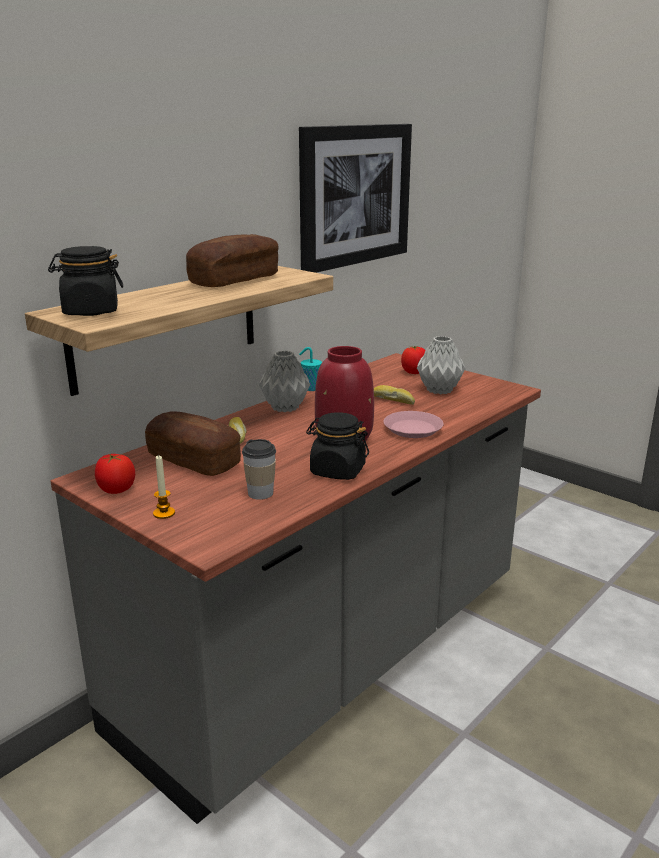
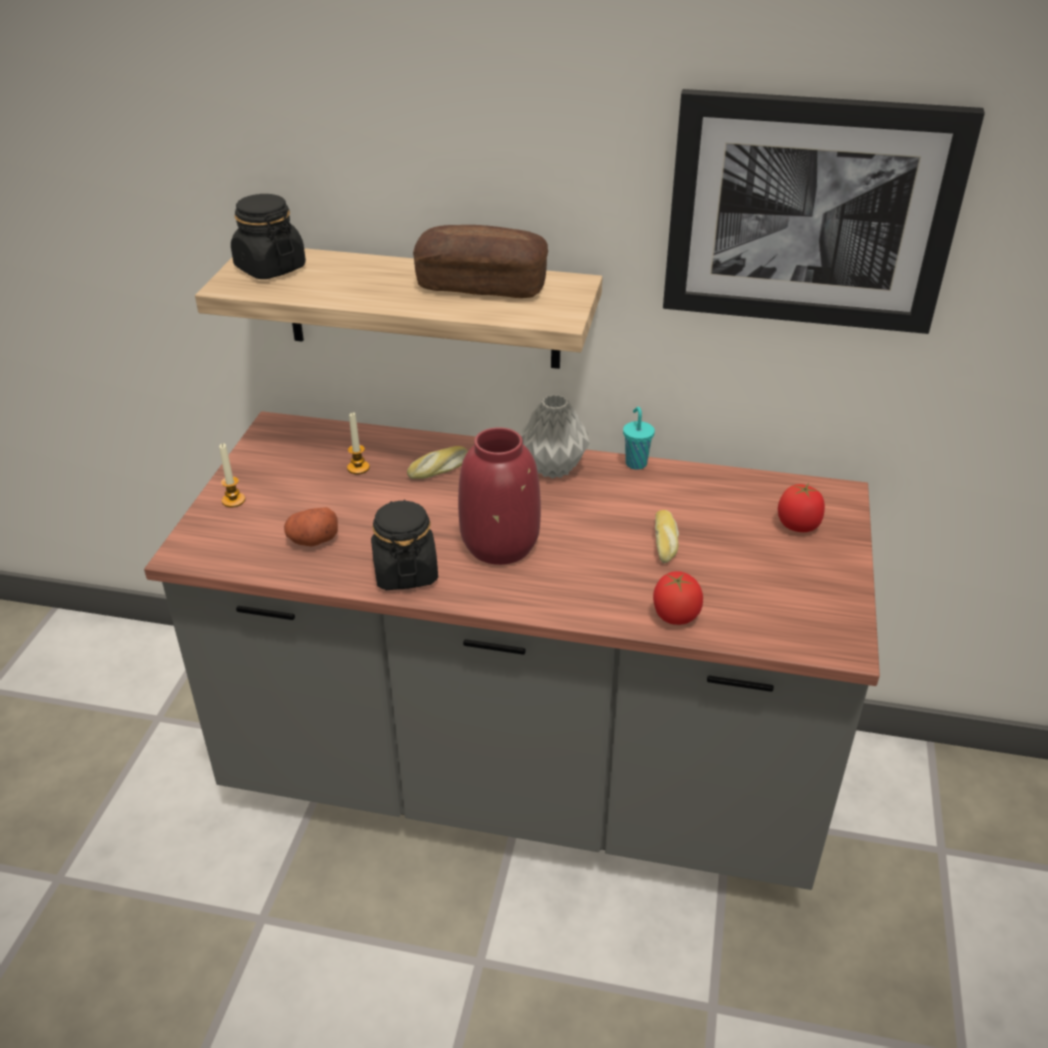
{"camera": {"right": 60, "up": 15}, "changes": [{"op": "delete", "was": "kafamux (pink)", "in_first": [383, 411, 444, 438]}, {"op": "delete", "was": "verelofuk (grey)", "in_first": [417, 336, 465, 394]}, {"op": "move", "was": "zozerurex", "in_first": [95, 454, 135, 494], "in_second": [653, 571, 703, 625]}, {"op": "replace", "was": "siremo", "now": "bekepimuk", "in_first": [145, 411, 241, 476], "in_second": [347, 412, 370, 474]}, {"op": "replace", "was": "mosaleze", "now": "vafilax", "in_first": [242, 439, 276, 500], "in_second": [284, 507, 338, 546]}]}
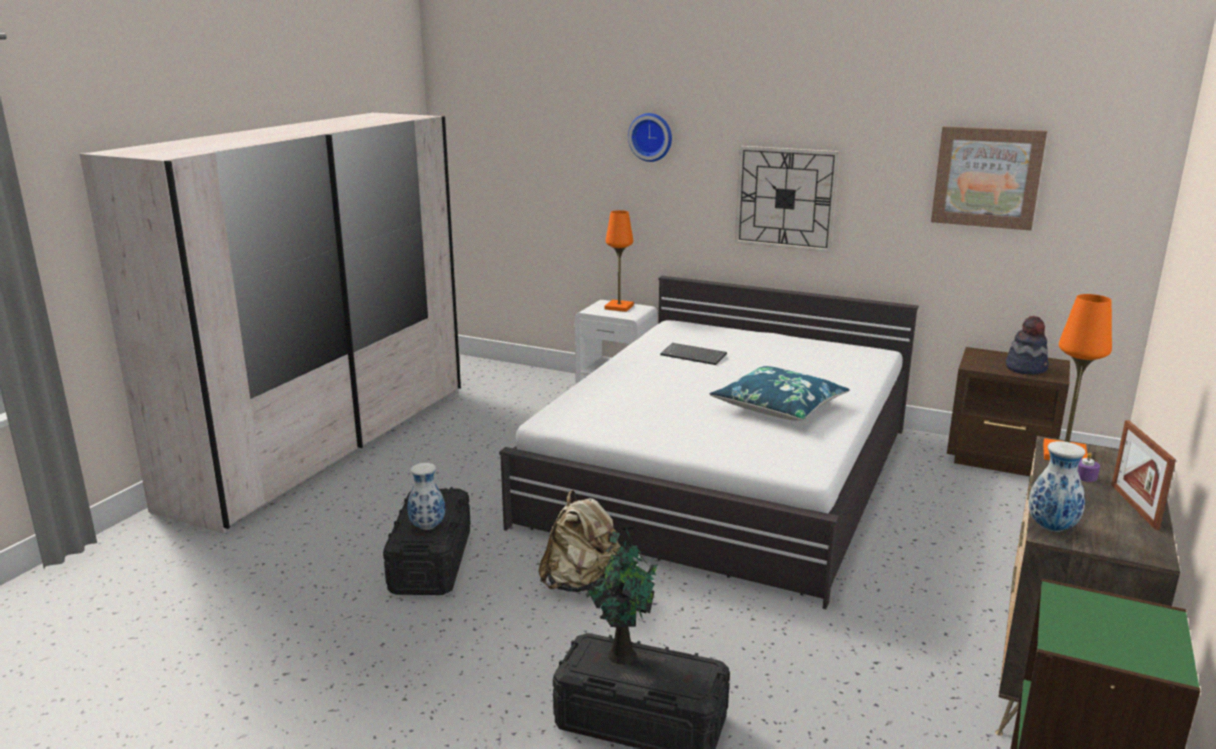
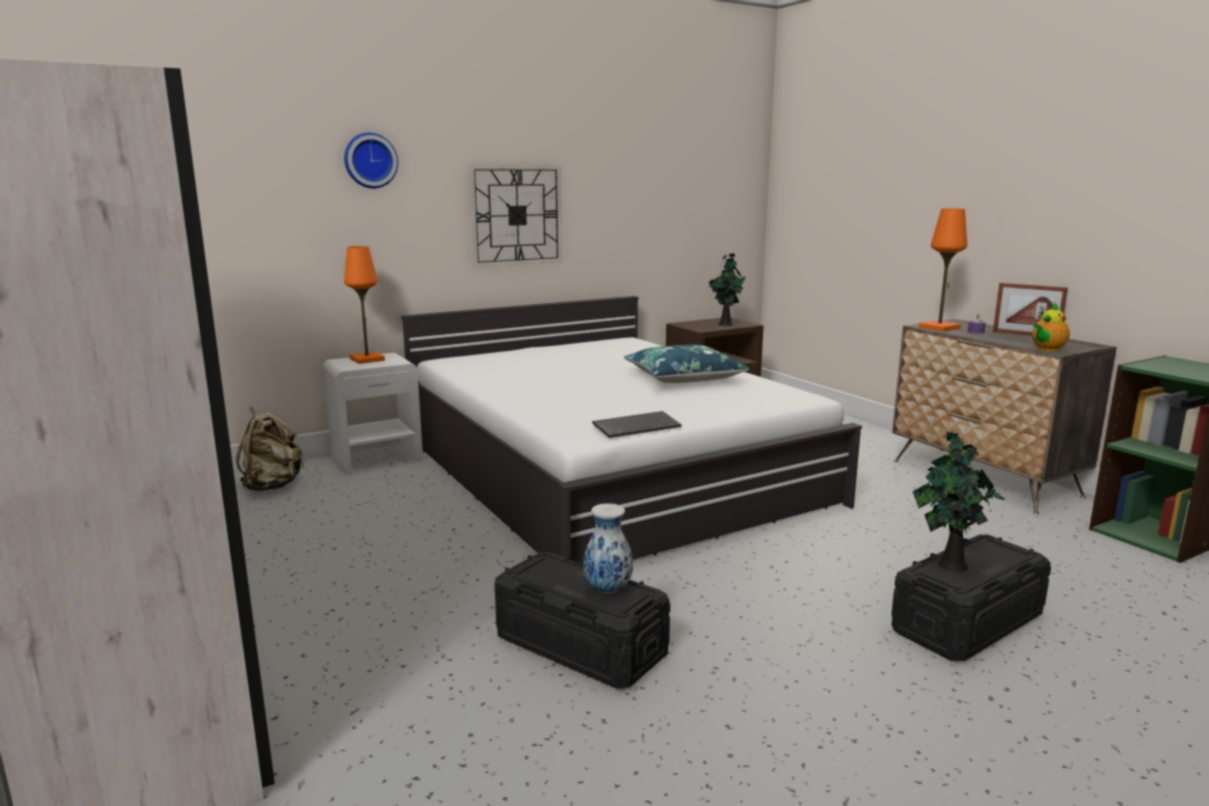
{"camera": {"right": -55, "up": -5}, "changes": [{"op": "delete", "was": "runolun", "in_first": [931, 126, 1047, 230]}, {"op": "move", "was": "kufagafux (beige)", "in_first": [538, 490, 621, 592], "in_second": [236, 407, 304, 491]}, {"op": "move", "was": "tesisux", "in_first": [660, 343, 727, 365], "in_second": [592, 411, 682, 438]}, {"op": "replace", "was": "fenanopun", "now": "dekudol", "in_first": [1006, 316, 1048, 375], "in_second": [708, 253, 746, 326]}, {"op": "replace", "was": "verelofuk", "now": "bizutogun", "in_first": [1028, 441, 1085, 532], "in_second": [1032, 303, 1070, 351]}]}
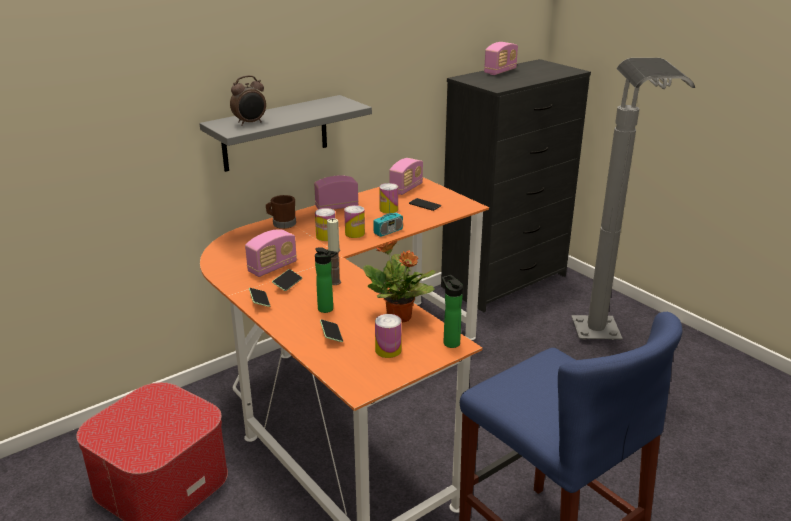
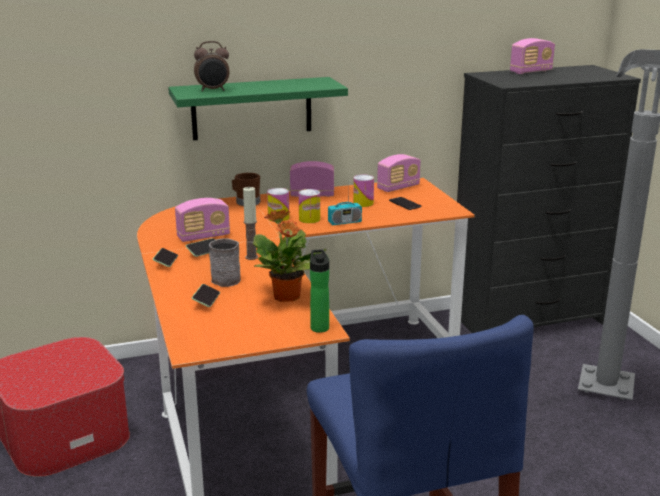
{"camera": {"right": 20, "up": -5}, "changes": [{"op": "delete", "was": "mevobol", "in_first": [375, 314, 402, 358]}, {"op": "replace", "was": "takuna", "now": "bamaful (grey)", "in_first": [315, 247, 337, 313], "in_second": [209, 238, 241, 287]}, {"op": "recolor", "was": "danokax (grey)", "now": "danokax (green)", "in_first": [199, 95, 372, 172], "in_second": [168, 77, 348, 140]}]}
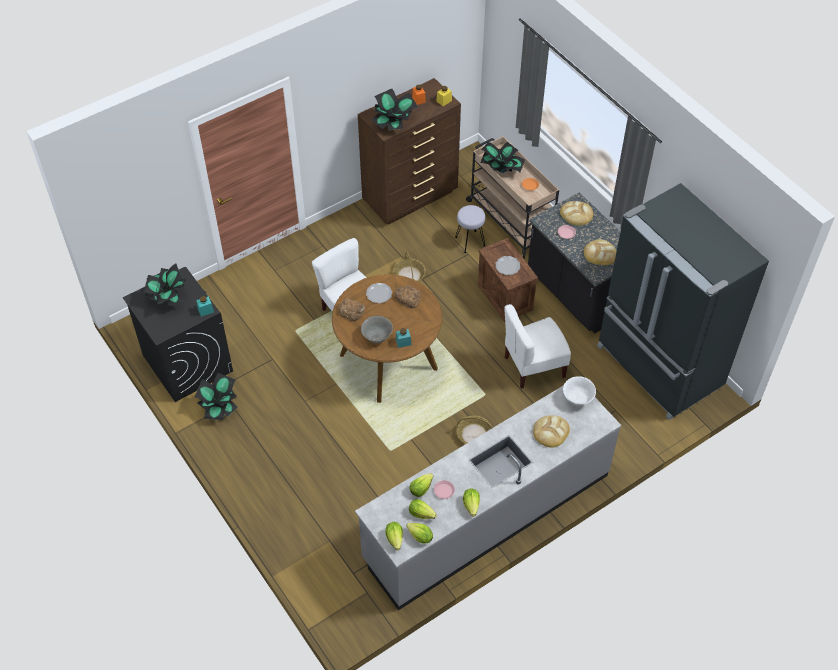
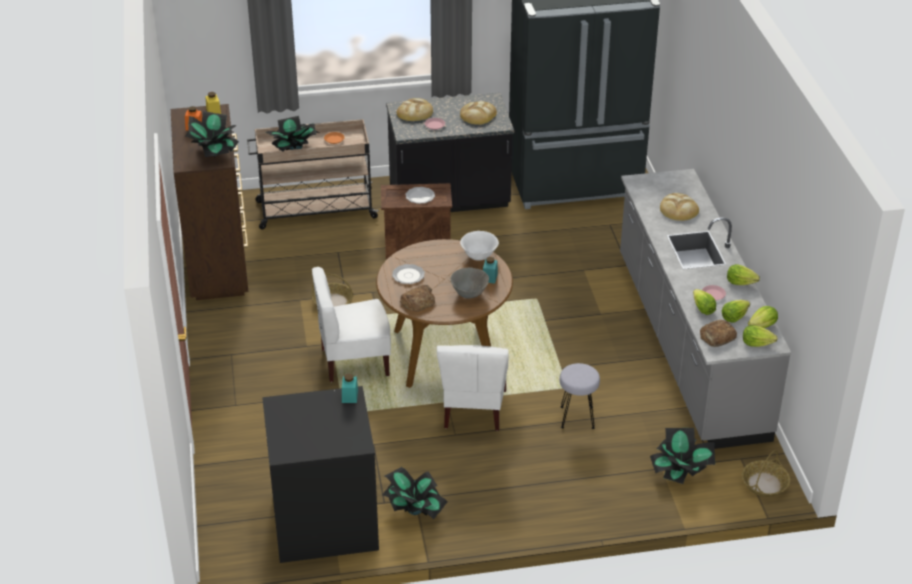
{"camera": {"right": -65, "up": -15}, "changes": [{"op": "move", "was": "dekudol", "in_first": [144, 263, 186, 306], "in_second": [650, 428, 715, 484]}, {"op": "move", "was": "siremo", "in_first": [395, 285, 421, 308], "in_second": [700, 320, 737, 347]}, {"op": "move", "was": "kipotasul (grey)", "in_first": [455, 205, 486, 253], "in_second": [560, 363, 600, 429]}, {"op": "move", "was": "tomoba", "in_first": [456, 415, 492, 444], "in_second": [742, 450, 790, 497]}, {"op": "move", "was": "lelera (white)", "in_first": [504, 304, 571, 389], "in_second": [437, 345, 509, 431]}, {"op": "move", "was": "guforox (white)", "in_first": [563, 376, 596, 405], "in_second": [460, 231, 499, 261]}]}
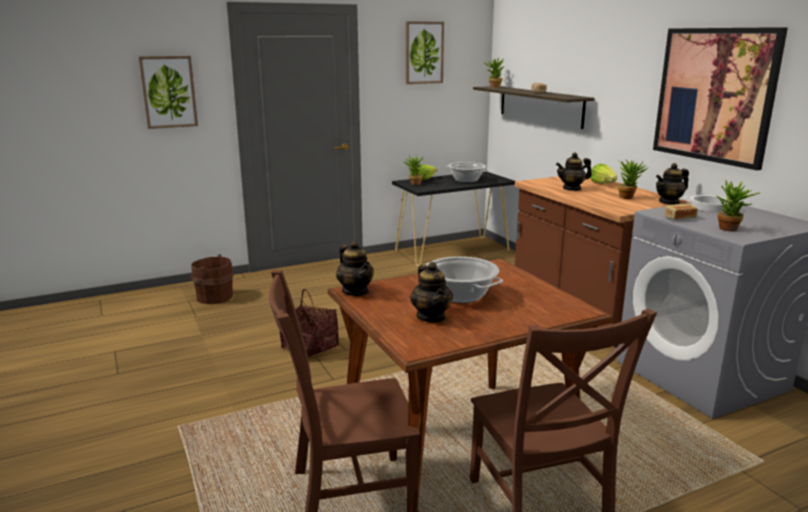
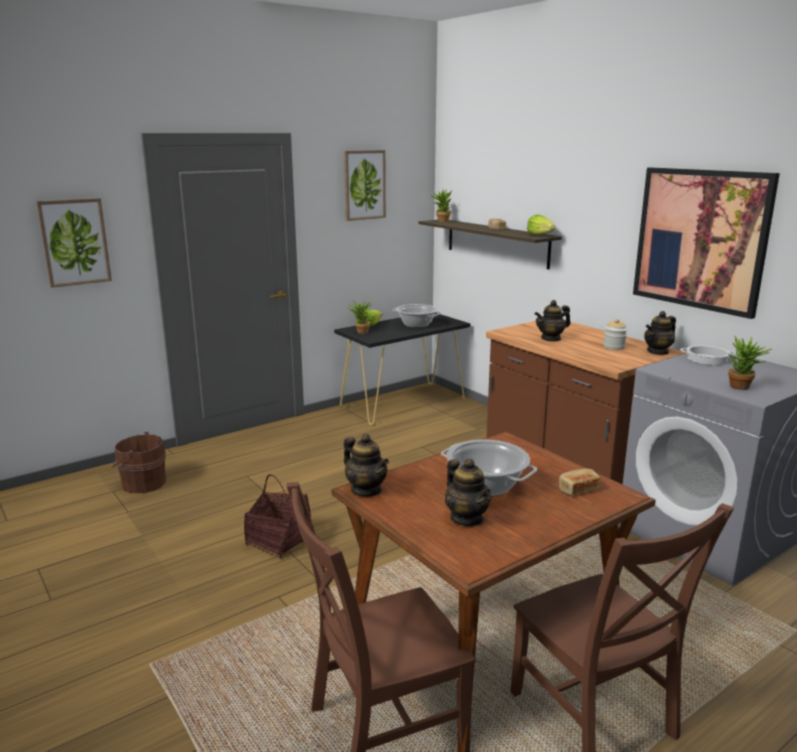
{"camera": {"right": -10, "up": 0}, "changes": [{"op": "move", "was": "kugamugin", "in_first": [591, 164, 617, 184], "in_second": [527, 214, 555, 235]}, {"op": "move", "was": "siremo", "in_first": [665, 204, 698, 220], "in_second": [559, 468, 600, 495]}, {"op": "replace", "was": "dekudol", "now": "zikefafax", "in_first": [618, 159, 648, 199], "in_second": [603, 319, 627, 350]}]}
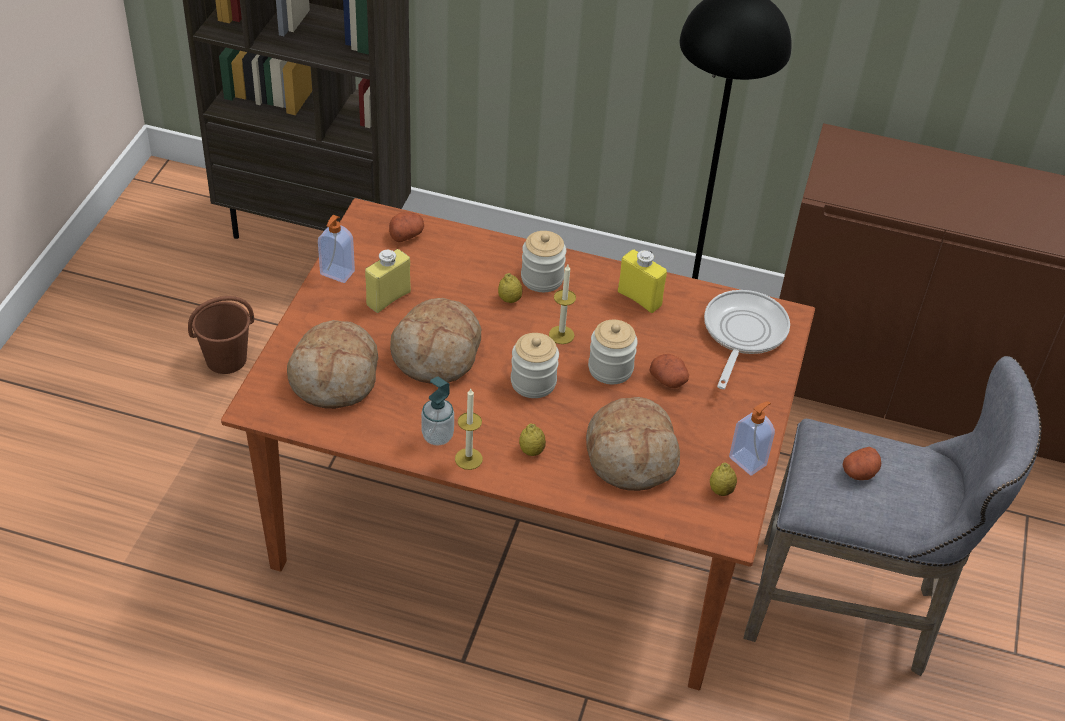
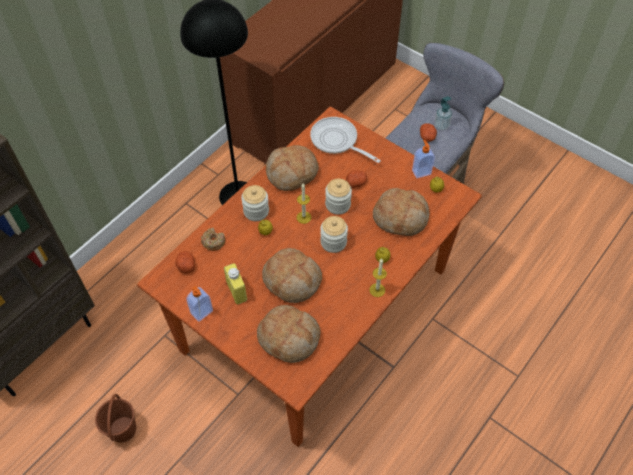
{"camera": {"right": -65, "up": 10}, "changes": [{"op": "insert", "now": "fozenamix", "in_second": [201, 228, 225, 251]}, {"op": "move", "was": "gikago", "in_first": [421, 377, 454, 446], "in_second": [435, 96, 452, 130]}, {"op": "replace", "was": "takuna (yellow)", "now": "siremo", "in_first": [618, 250, 667, 313], "in_second": [266, 145, 319, 191]}]}
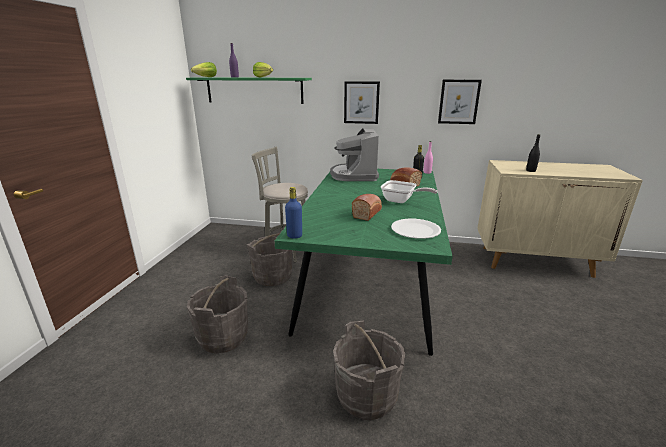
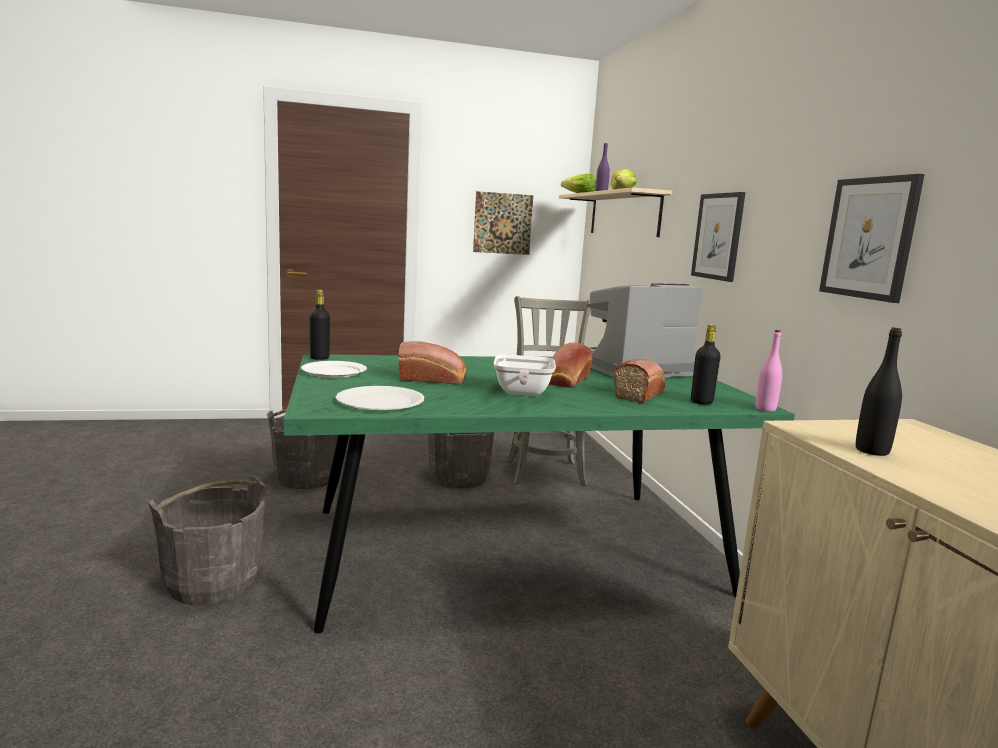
{"camera": {"right": 65, "up": -10}, "changes": [{"op": "insert", "now": "kafamux (white)", "in_second": [301, 361, 367, 378]}, {"op": "insert", "now": "runolun", "in_second": [473, 191, 533, 255]}, {"op": "insert", "now": "siremo", "in_second": [549, 342, 593, 388]}, {"op": "recolor", "was": "danokax (green)", "now": "danokax (beige)", "in_first": [186, 77, 312, 104], "in_second": [559, 187, 672, 237]}, {"op": "recolor", "was": "takuna (blue)", "now": "takuna (black)", "in_first": [285, 187, 302, 239], "in_second": [309, 290, 330, 360]}]}
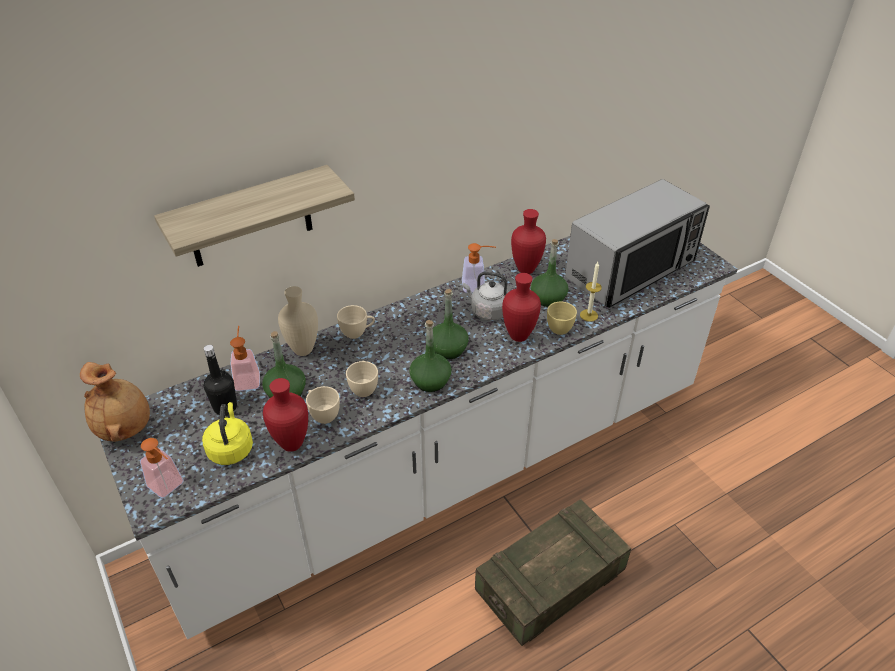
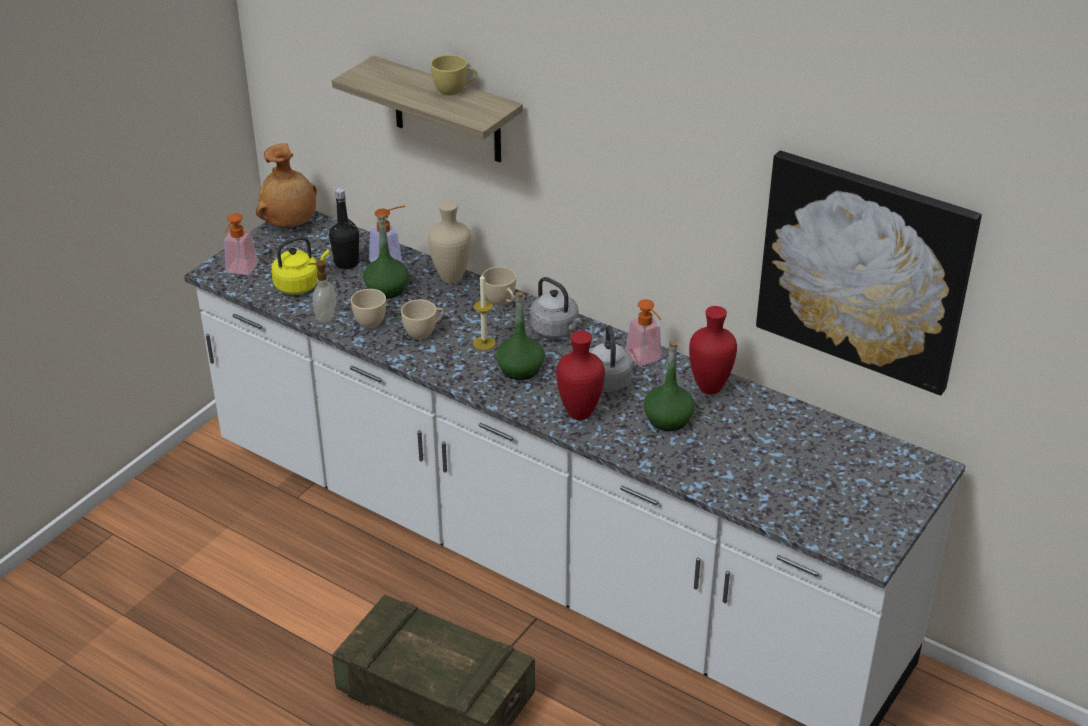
{"camera": {"right": 65, "up": -5}, "changes": [{"op": "delete", "was": "takuna (green)", "in_first": [409, 320, 452, 392]}, {"op": "delete", "was": "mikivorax", "in_first": [565, 179, 710, 308]}, {"op": "insert", "now": "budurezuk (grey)", "in_second": [530, 277, 583, 338]}, {"op": "insert", "now": "runolun", "in_second": [756, 151, 982, 395]}, {"op": "move", "was": "mosaleze (yellow)", "in_first": [547, 302, 577, 335], "in_second": [430, 55, 477, 96]}, {"op": "move", "was": "bekepimuk", "in_first": [580, 262, 602, 322], "in_second": [473, 274, 496, 350]}, {"op": "replace", "was": "verelofuk (red)", "now": "gikago", "in_first": [263, 378, 308, 452], "in_second": [308, 260, 336, 323]}]}
